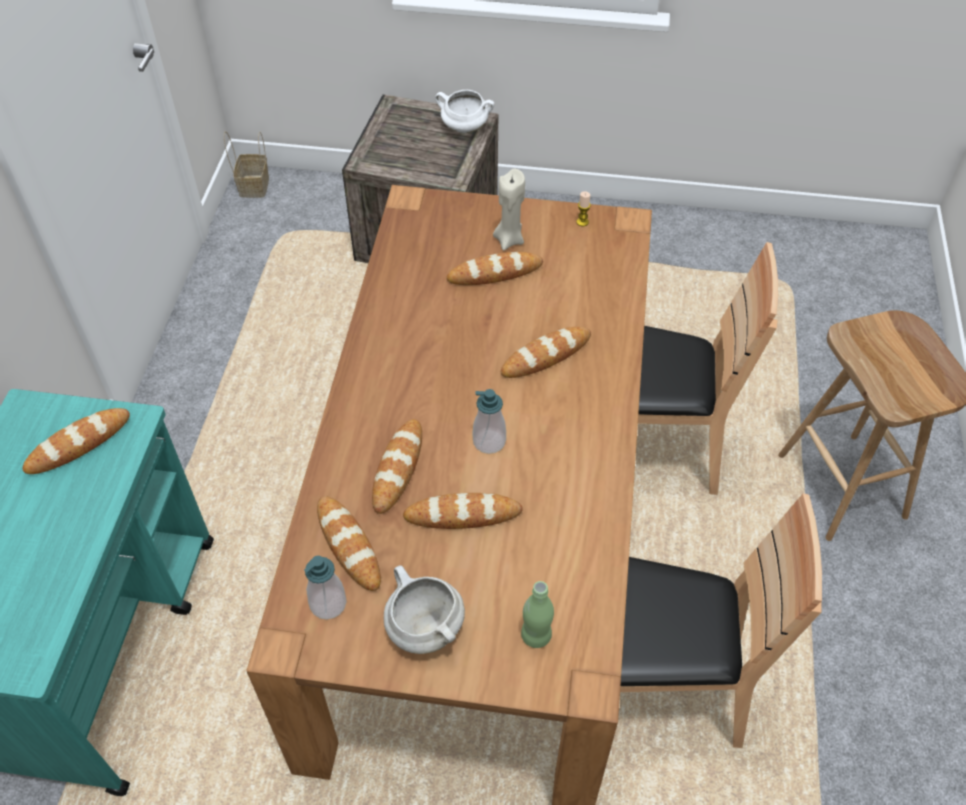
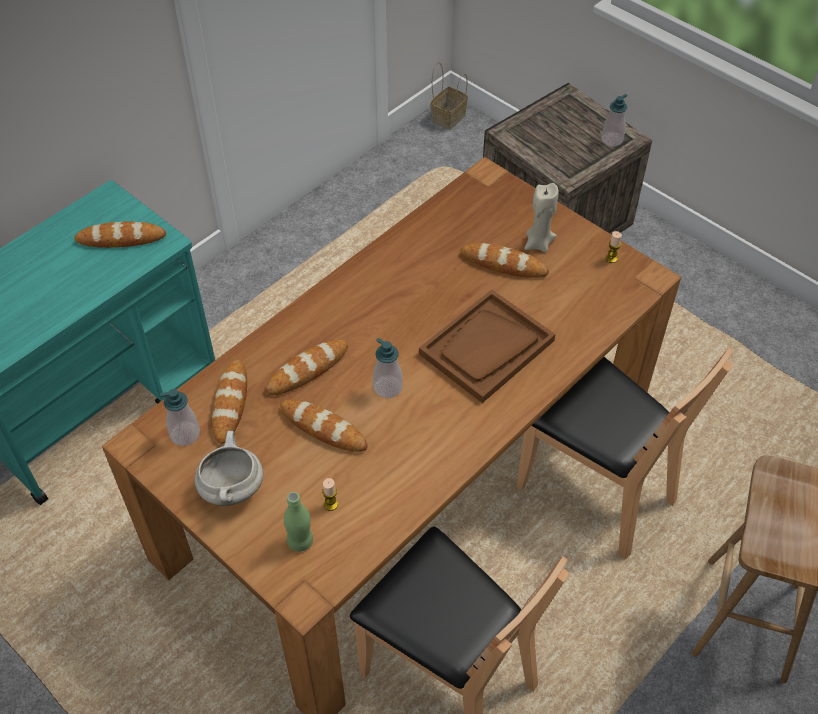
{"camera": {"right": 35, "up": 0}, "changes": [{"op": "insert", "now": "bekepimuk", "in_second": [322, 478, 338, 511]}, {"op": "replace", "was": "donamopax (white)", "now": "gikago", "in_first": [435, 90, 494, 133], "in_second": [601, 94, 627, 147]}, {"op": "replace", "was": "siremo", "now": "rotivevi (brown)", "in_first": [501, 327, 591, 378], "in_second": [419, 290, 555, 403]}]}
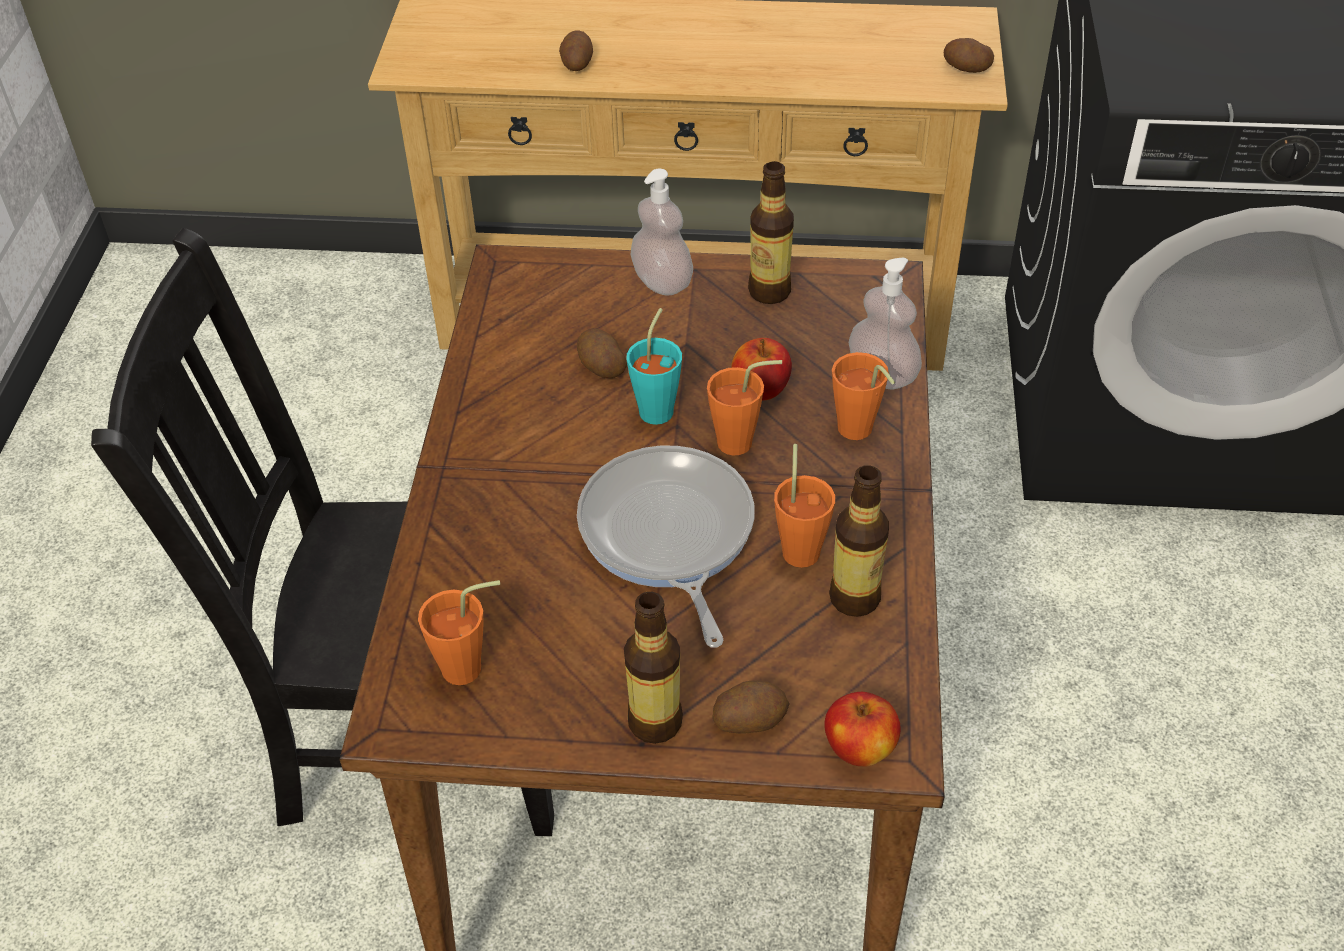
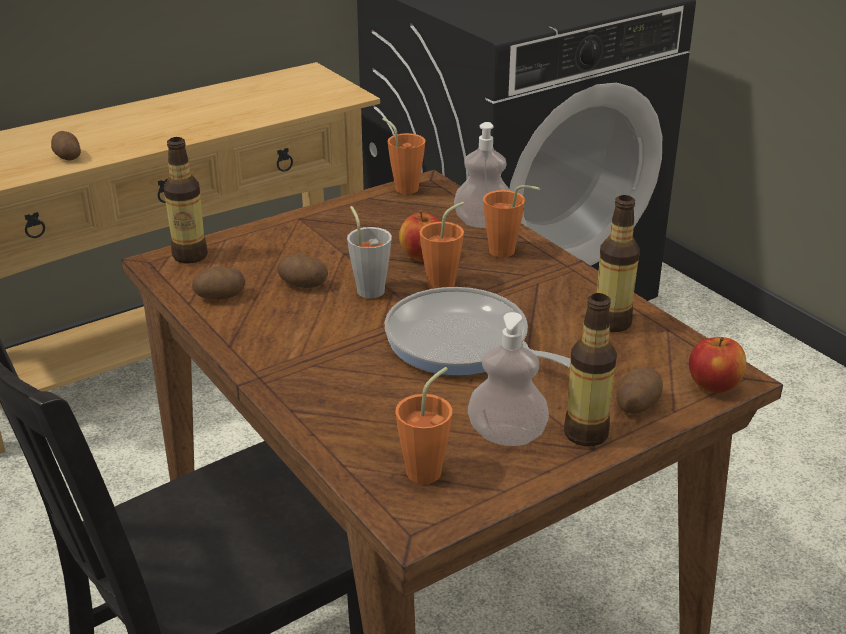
{"camera": {"right": -40, "up": -15}, "changes": [{"op": "move", "was": "gikago", "in_first": [631, 169, 693, 296], "in_second": [468, 312, 549, 446]}, {"op": "move", "was": "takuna", "in_first": [748, 161, 794, 304], "in_second": [164, 137, 208, 264]}, {"op": "move", "was": "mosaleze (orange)", "in_first": [774, 444, 835, 568], "in_second": [382, 118, 425, 194]}, {"op": "move", "was": "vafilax", "in_first": [944, 38, 994, 73], "in_second": [192, 266, 245, 300]}, {"op": "recolor", "was": "mosaleze (turquoise)", "now": "mosaleze (grey)", "in_first": [626, 308, 682, 425], "in_second": [347, 206, 392, 299]}]}
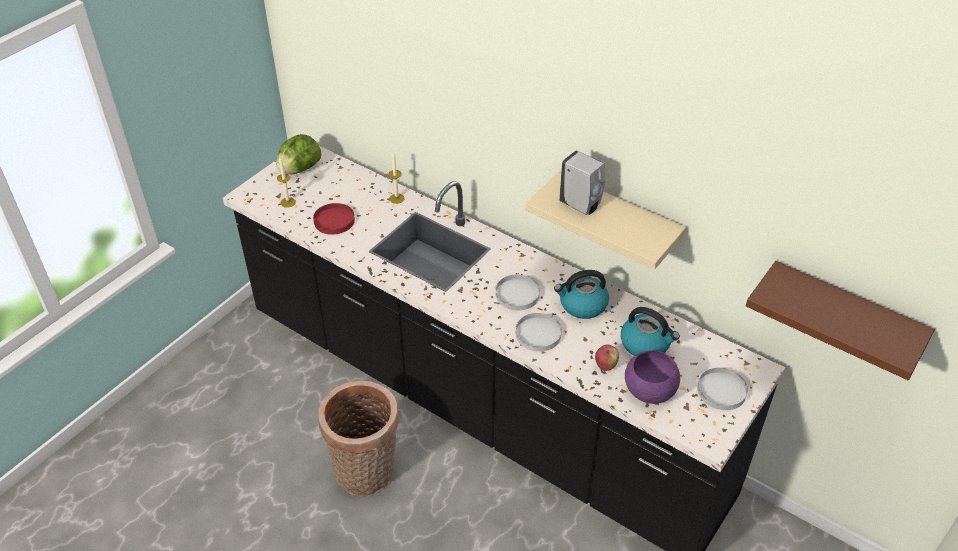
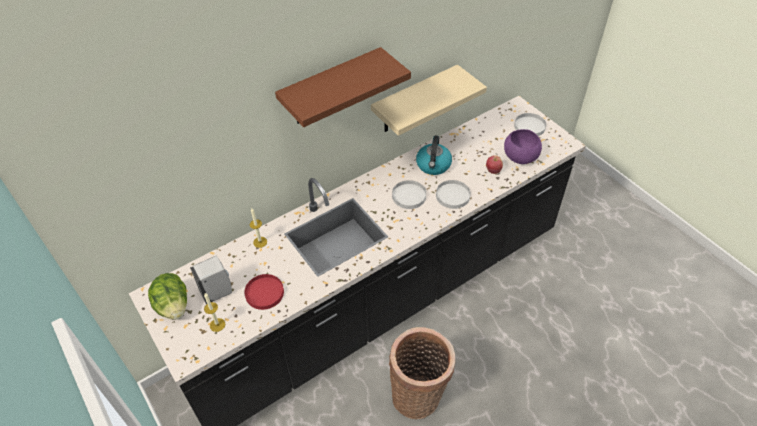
{"camera": {"right": -70, "up": 5}, "changes": [{"op": "delete", "was": "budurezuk", "in_first": [621, 307, 680, 356]}, {"op": "move", "was": "gikago (white)", "in_first": [559, 151, 605, 215], "in_second": [190, 255, 232, 304]}, {"op": "move", "was": "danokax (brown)", "in_first": [746, 261, 935, 380], "in_second": [275, 47, 411, 127]}]}
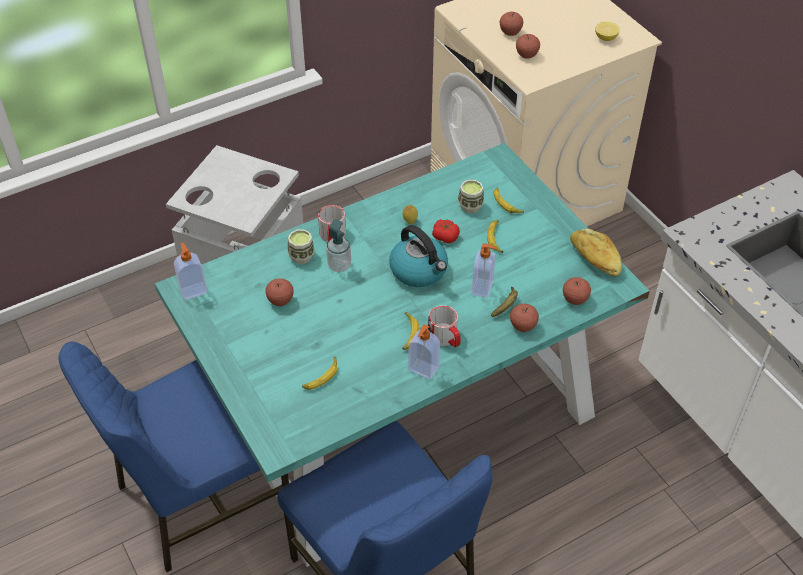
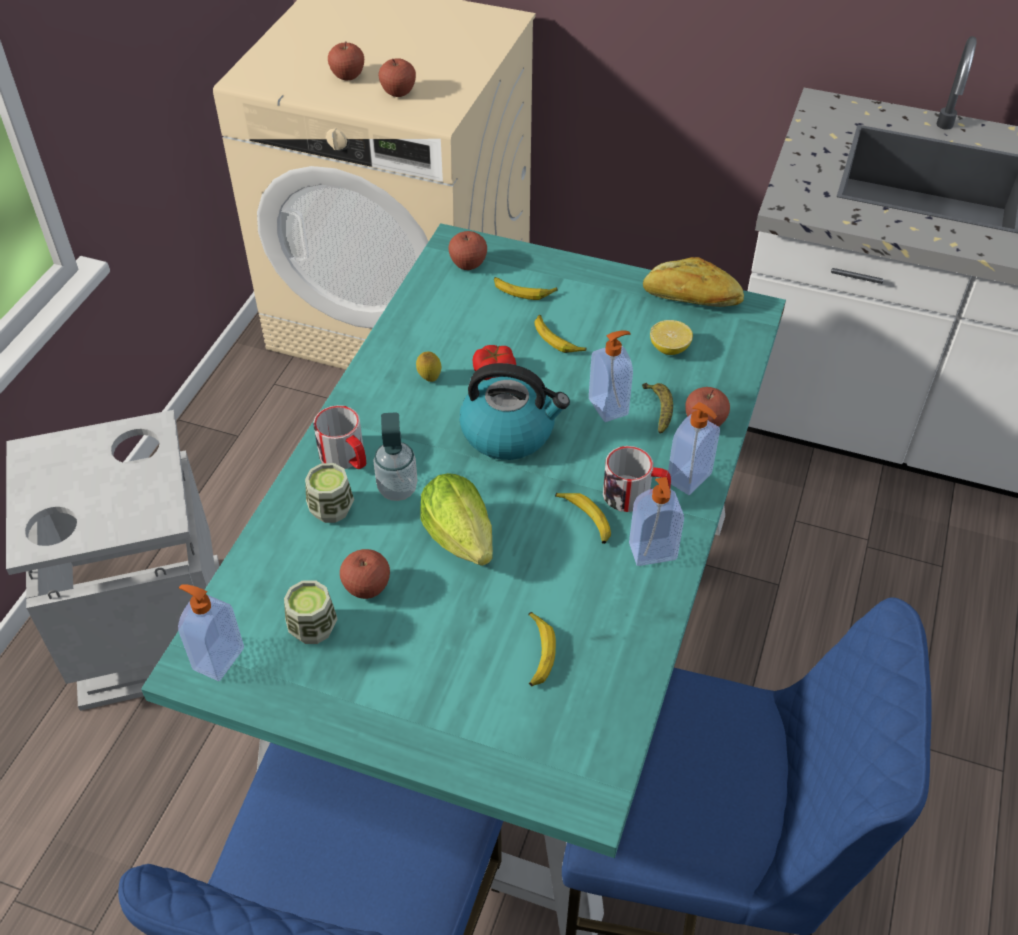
{"camera": {"right": -40, "up": 0}, "changes": [{"op": "insert", "now": "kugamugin", "in_second": [421, 473, 493, 566]}, {"op": "insert", "now": "gikago", "in_second": [668, 402, 720, 495]}, {"op": "move", "was": "mosaleze", "in_first": [458, 180, 484, 213], "in_second": [284, 580, 337, 644]}, {"op": "move", "was": "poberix", "in_first": [563, 277, 591, 305], "in_second": [448, 231, 487, 270]}, {"op": "move", "was": "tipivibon", "in_first": [595, 22, 620, 41], "in_second": [650, 320, 693, 355]}]}
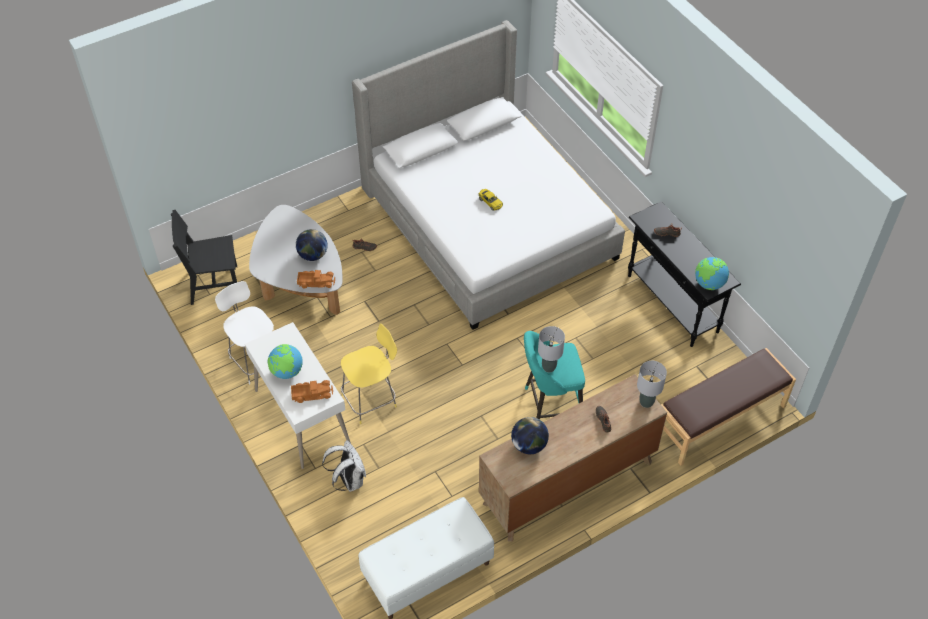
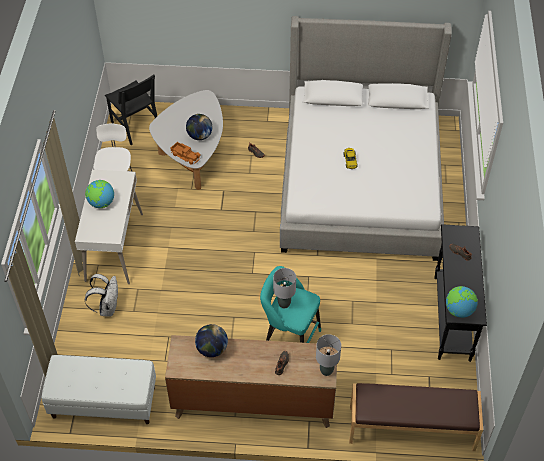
{"camera": {"right": 35, "up": 0}, "changes": [{"op": "delete", "was": "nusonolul", "in_first": [291, 380, 333, 403]}, {"op": "delete", "was": "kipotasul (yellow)", "in_first": [341, 323, 397, 424]}, {"op": "rotate", "was": "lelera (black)", "in_first": [171, 210, 237, 305], "in_second": [105, 74, 157, 145], "clockwise": -150}]}
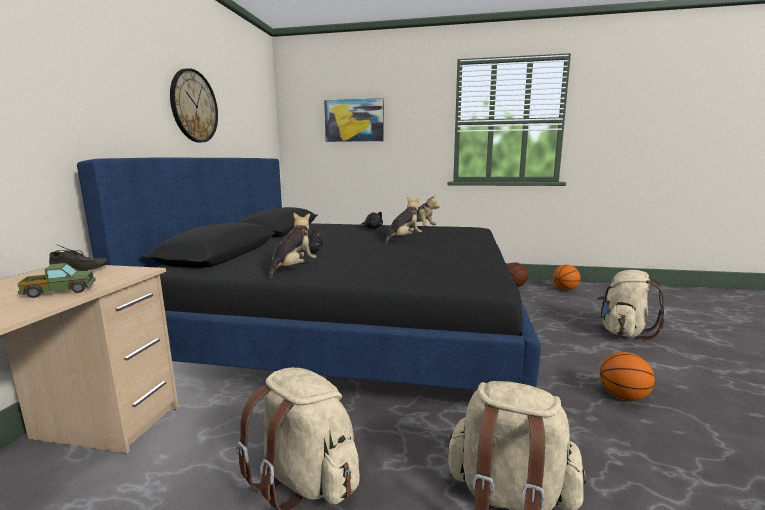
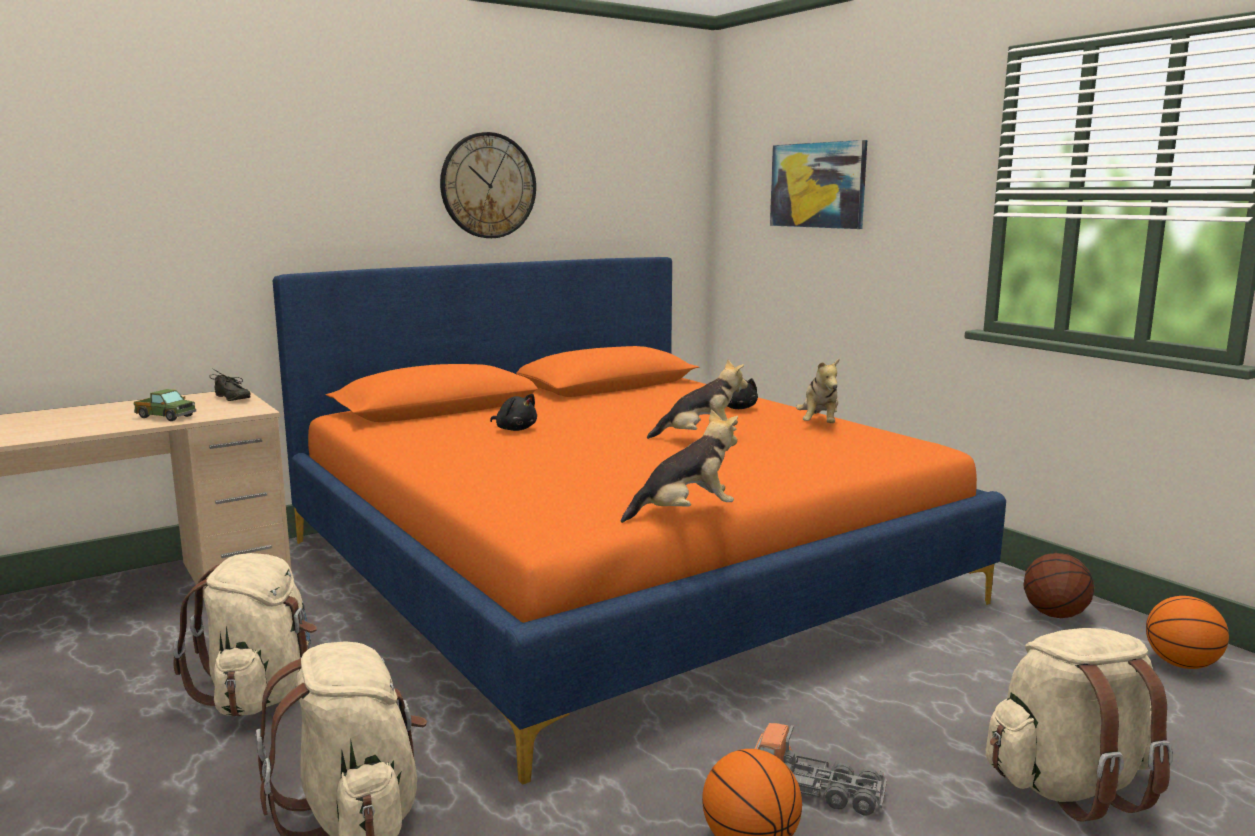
{"camera": {"right": 45, "up": 0}, "changes": [{"op": "insert", "now": "nusonolul", "in_second": [755, 723, 887, 816]}, {"op": "move", "was": "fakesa", "in_first": [269, 213, 317, 279], "in_second": [620, 409, 738, 523]}, {"op": "recolor", "was": "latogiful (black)", "now": "latogiful (orange)", "in_first": [77, 158, 541, 390], "in_second": [272, 257, 1006, 784]}]}
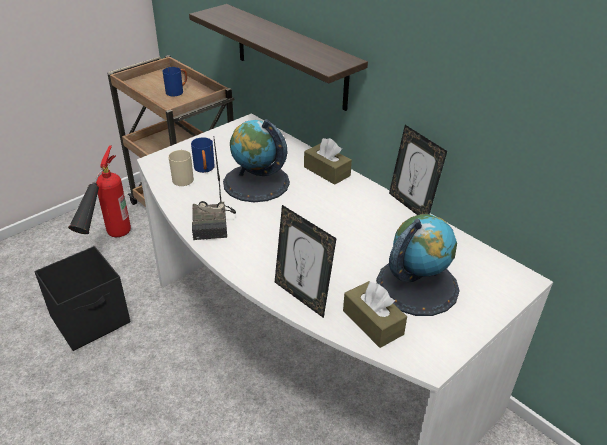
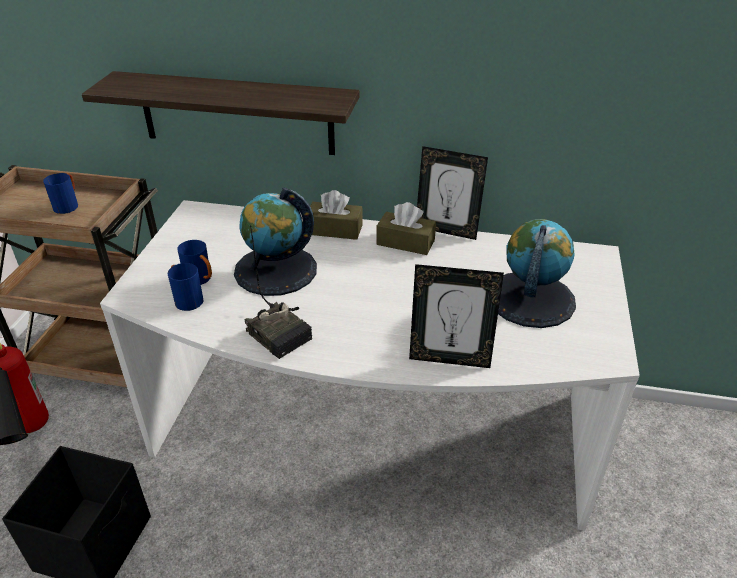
{"camera": {"right": -35, "up": 0}, "changes": [{"op": "move", "was": "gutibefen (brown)", "in_first": [343, 281, 407, 348], "in_second": [376, 202, 436, 255]}, {"op": "recolor", "was": "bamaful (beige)", "now": "bamaful (blue)", "in_first": [168, 150, 194, 186], "in_second": [168, 263, 203, 311]}]}
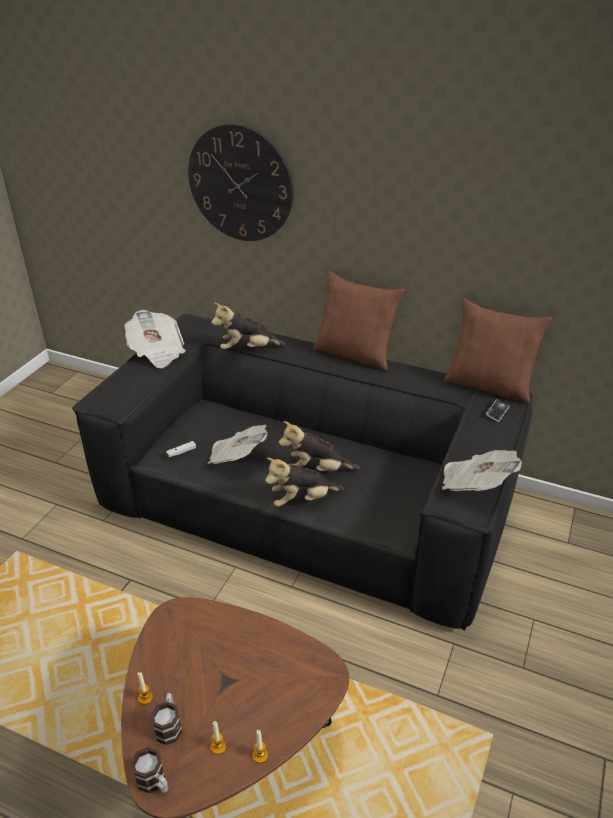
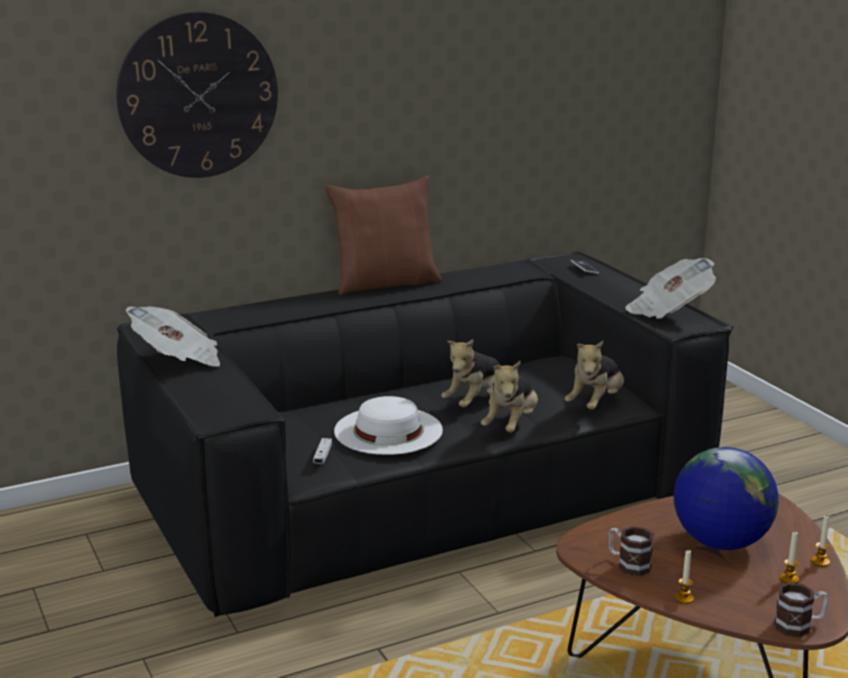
{"camera": {"right": -50, "up": -15}, "changes": [{"op": "delete", "was": "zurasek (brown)", "in_first": [444, 298, 552, 403]}, {"op": "insert", "now": "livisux", "in_second": [674, 447, 779, 550]}, {"op": "move", "was": "bamaful", "in_first": [150, 693, 182, 745], "in_second": [609, 526, 654, 576]}, {"op": "move", "was": "fakesa", "in_first": [211, 303, 286, 349], "in_second": [565, 341, 624, 410]}, {"op": "replace", "was": "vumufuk", "now": "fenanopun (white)", "in_first": [208, 425, 268, 464], "in_second": [334, 396, 443, 455]}]}
